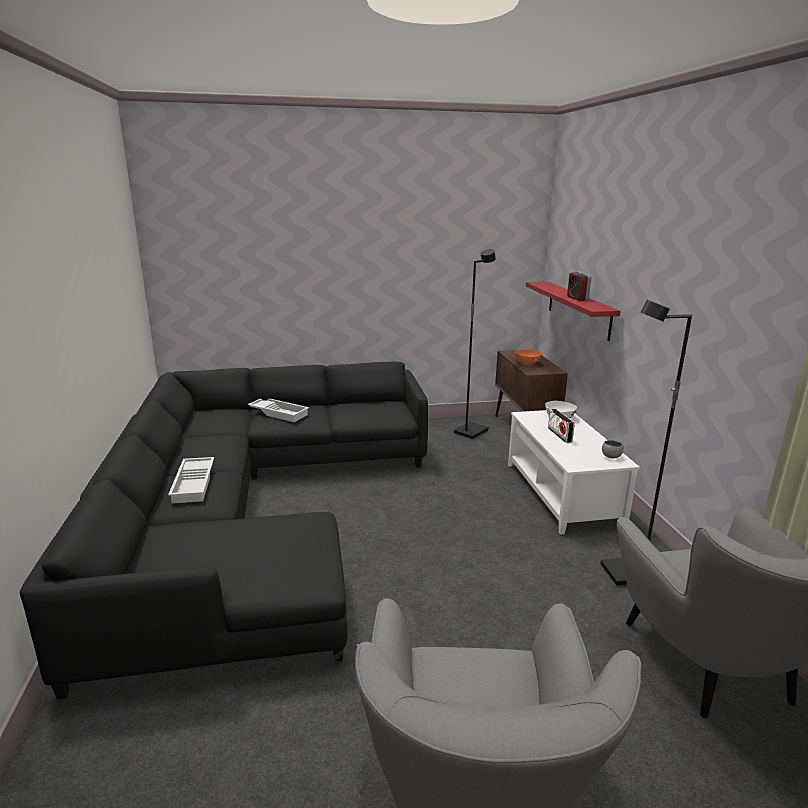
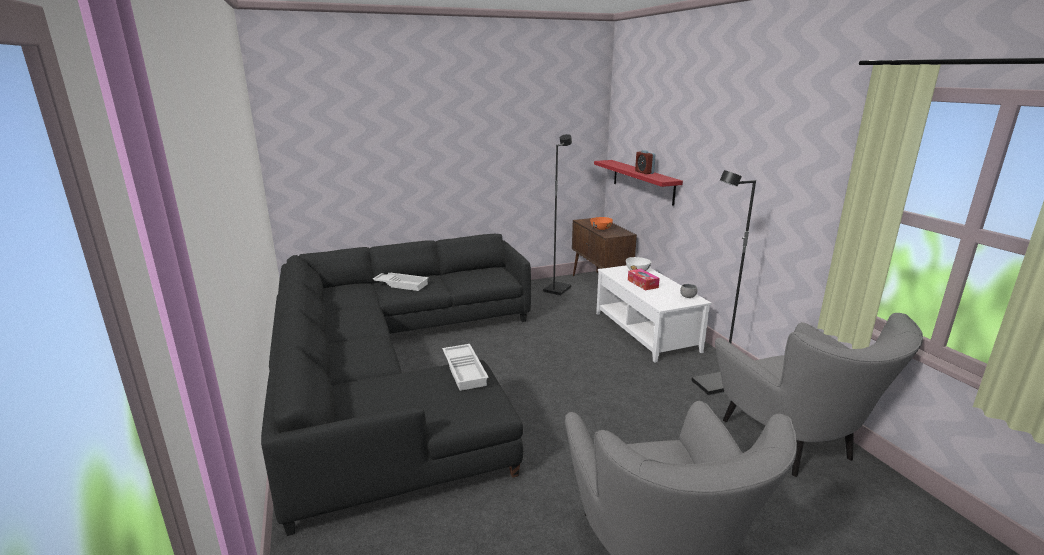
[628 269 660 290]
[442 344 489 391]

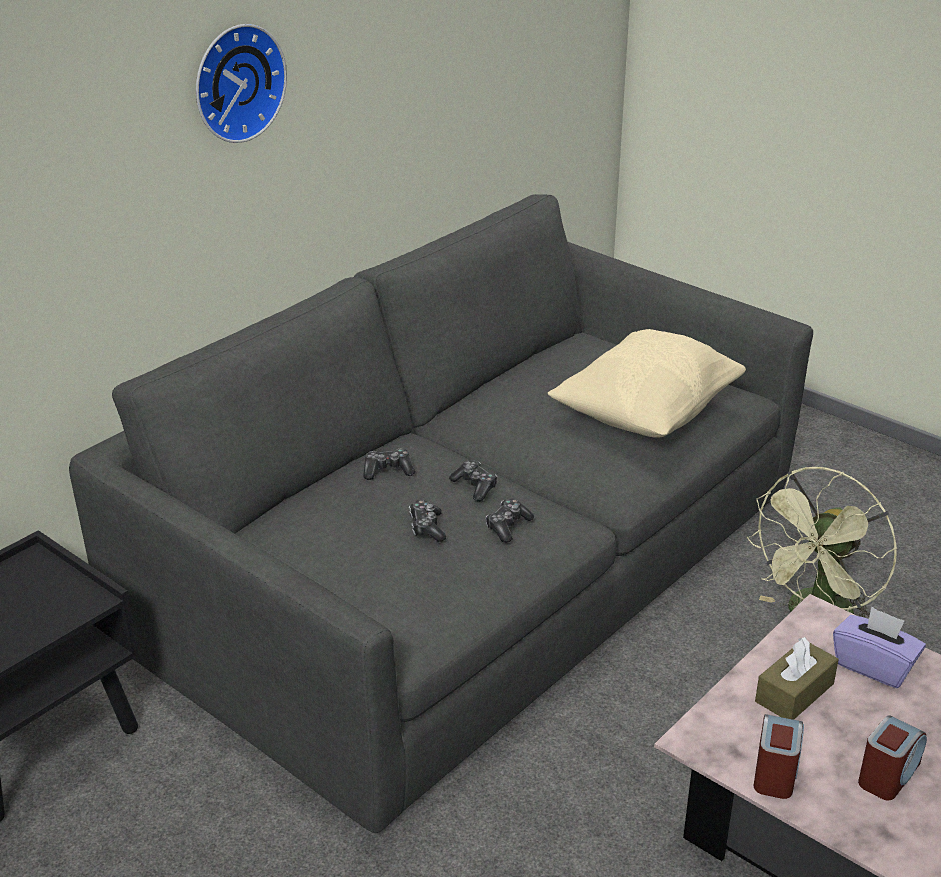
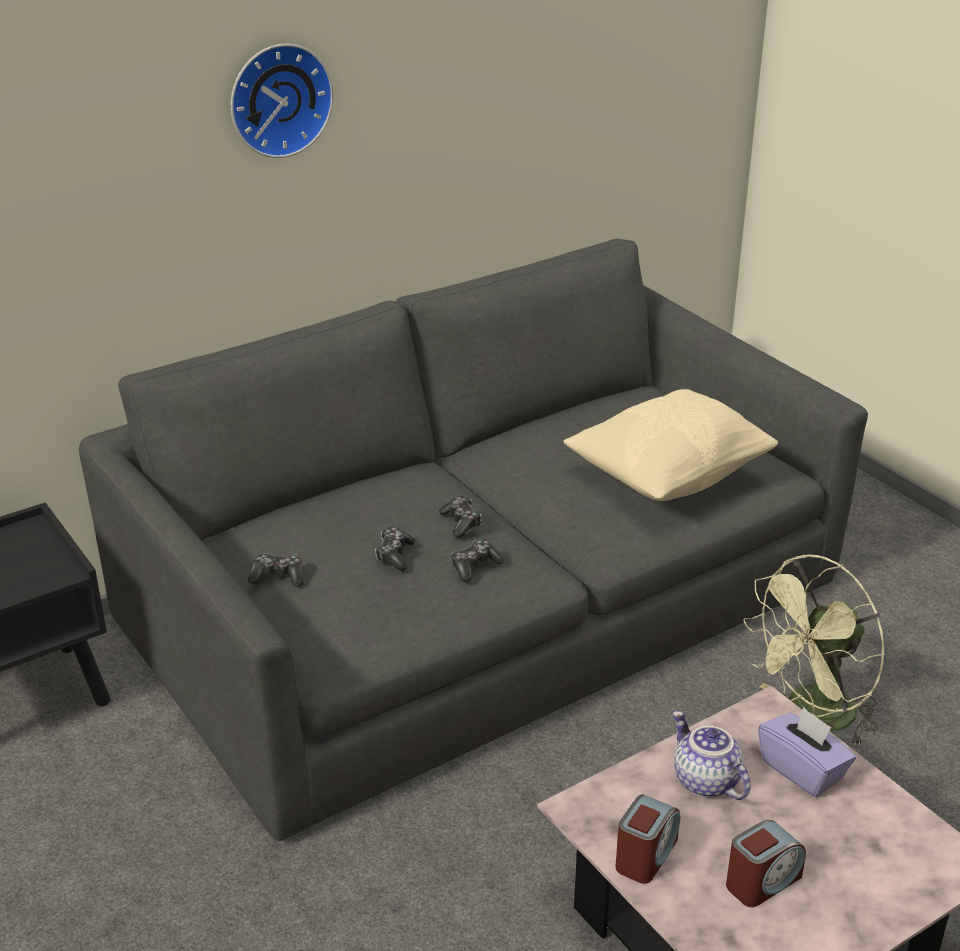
[248 553 304 586]
[673 711 750 800]

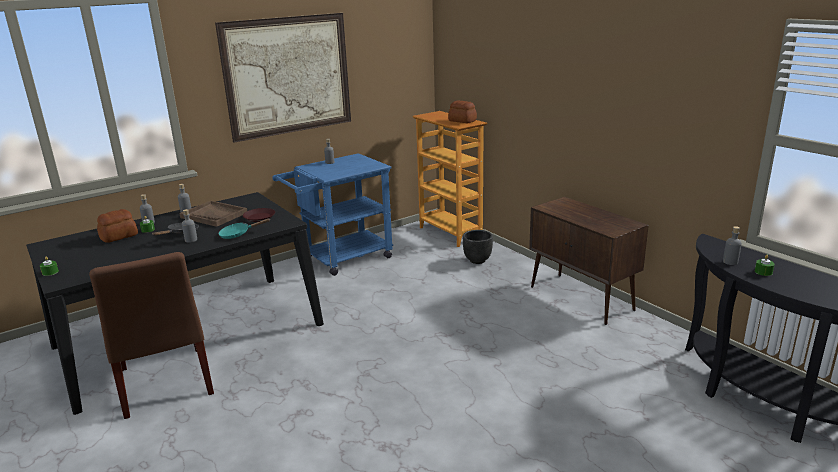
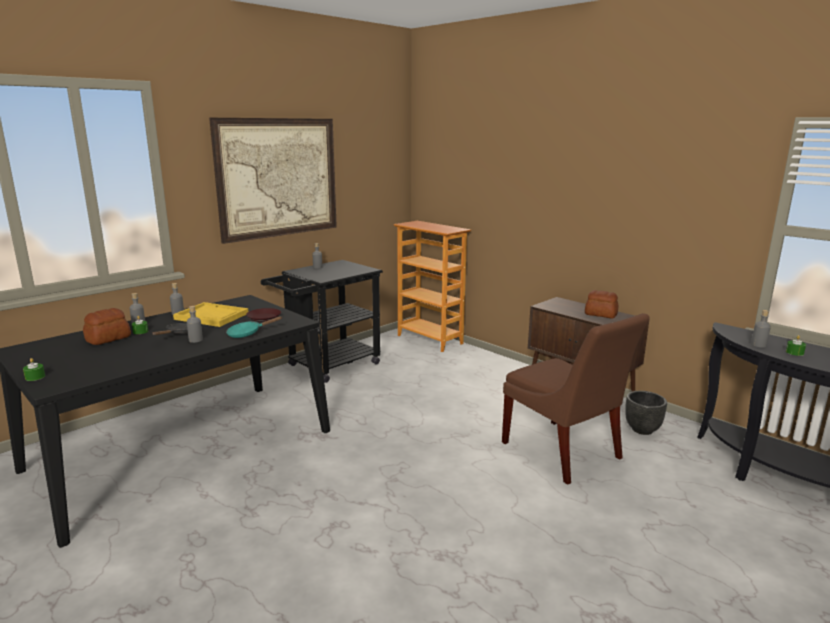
[585 290 618 318]
[261 260 383 383]
[173 302 248 327]
[625 391 667 435]
[502 313 650 485]

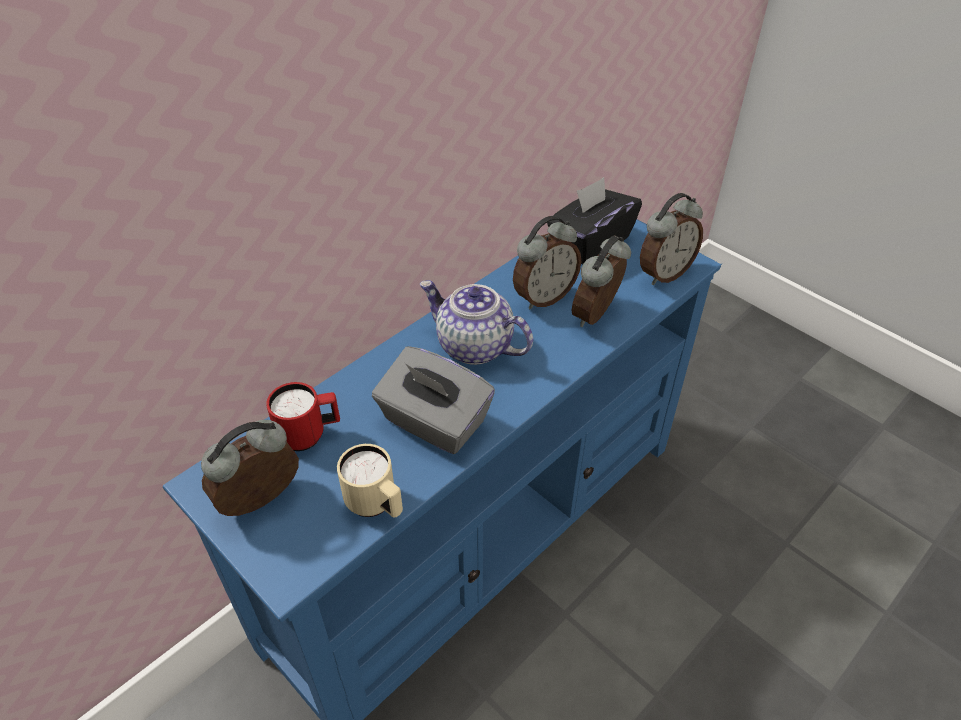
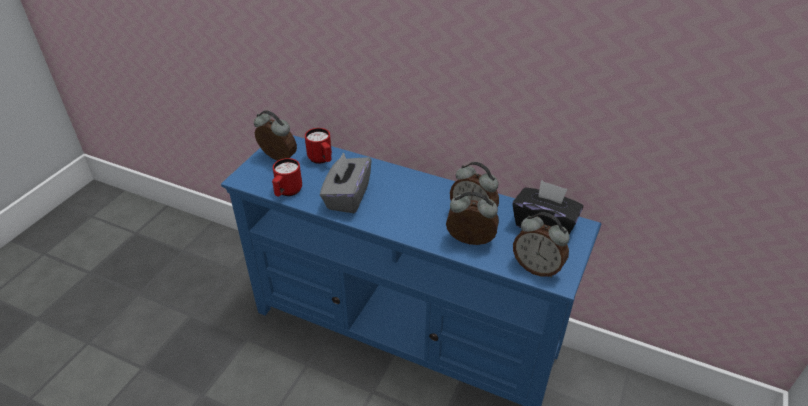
[420 280 533 365] (first image)
[272 158 302 196]

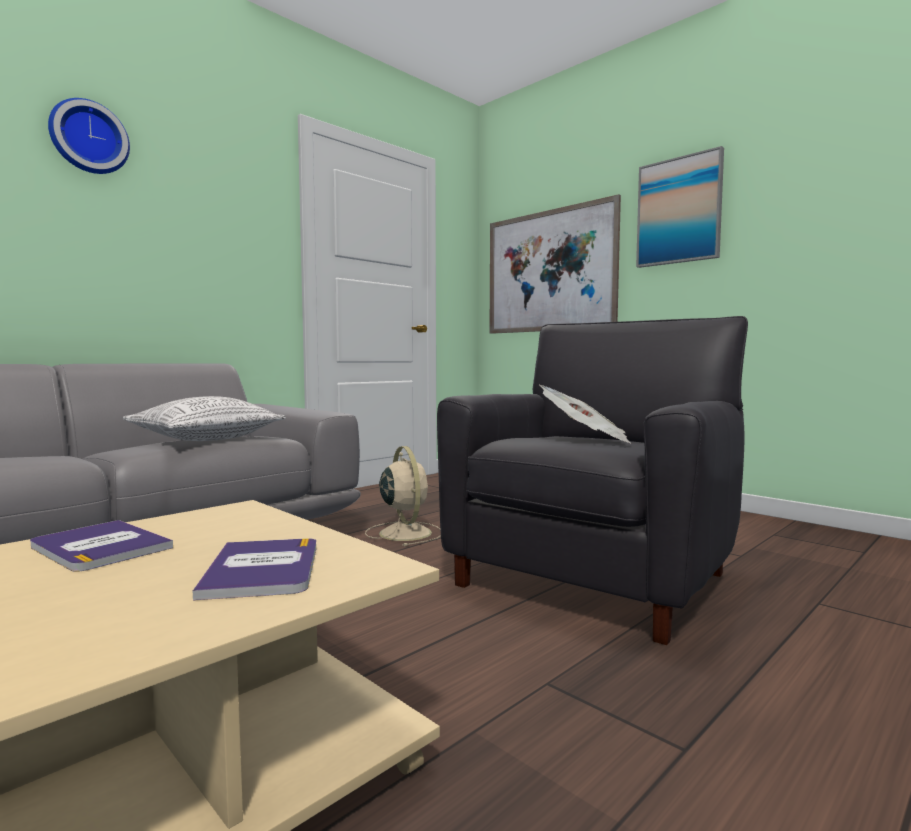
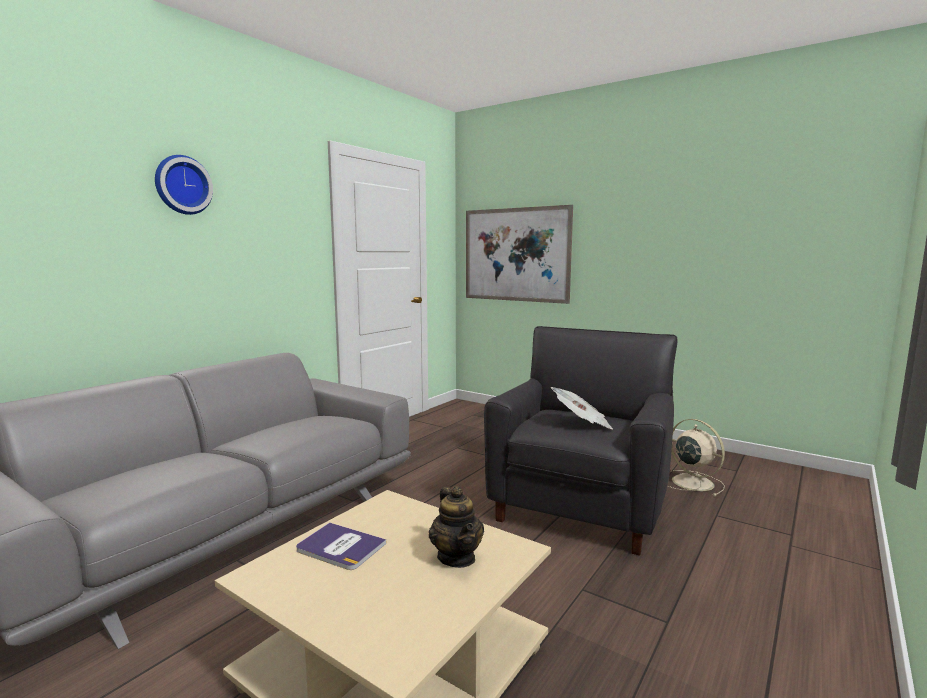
[636 146 724 268] (first image)
[122 396 286 441] (first image)
[668 419 725 496]
[429 486 484 568]

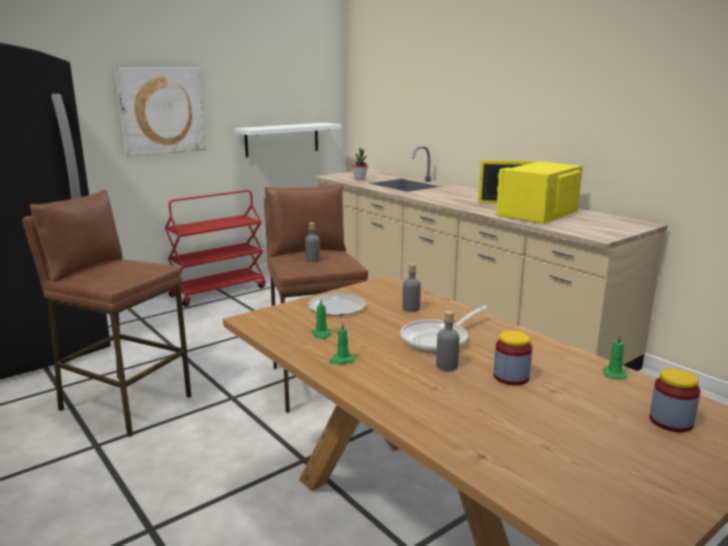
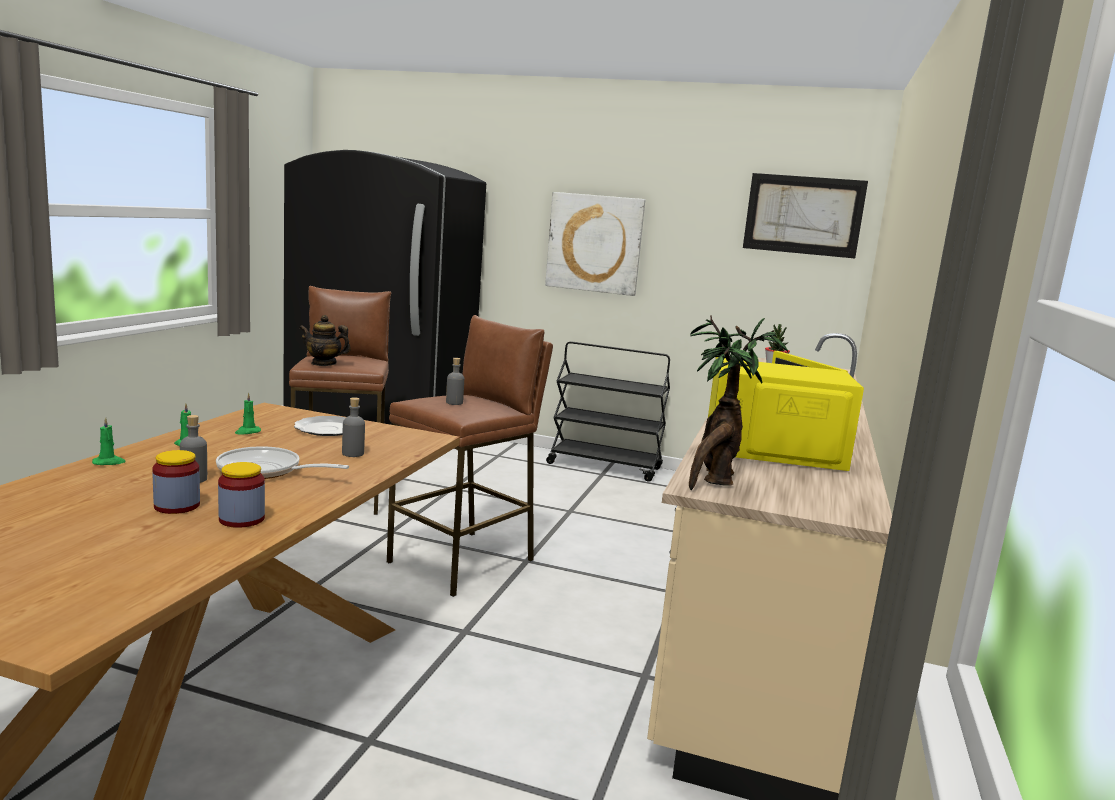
[234 123 342 157] (first image)
[546 341 670 482]
[92 417 126 465]
[218 462 265 528]
[743 173 868 258]
[299 315 351 366]
[689 316 788 490]

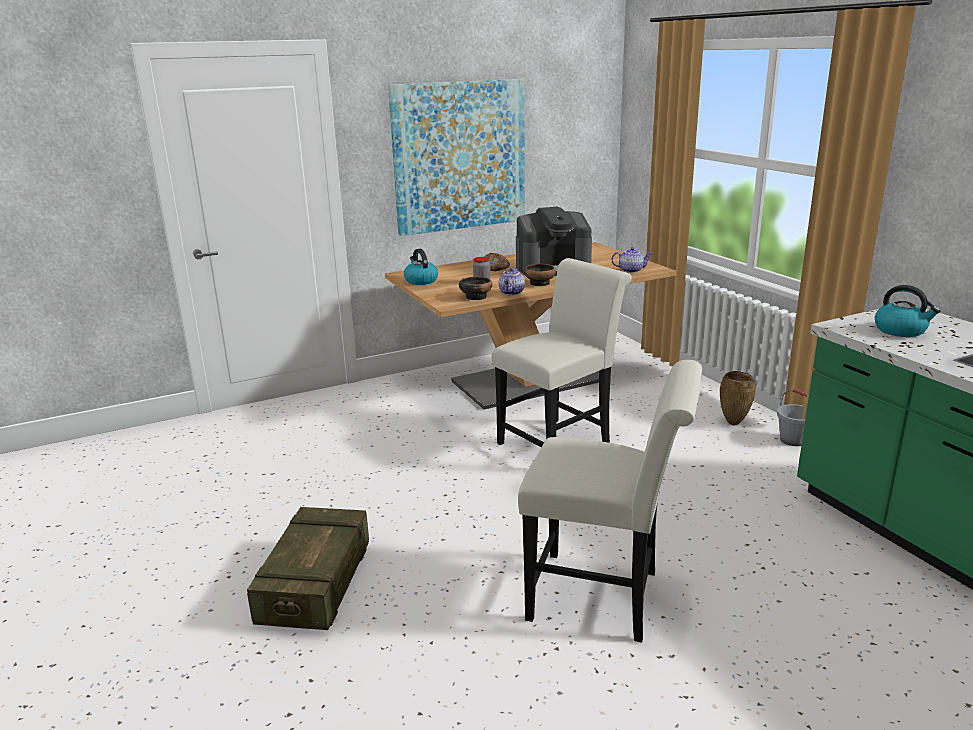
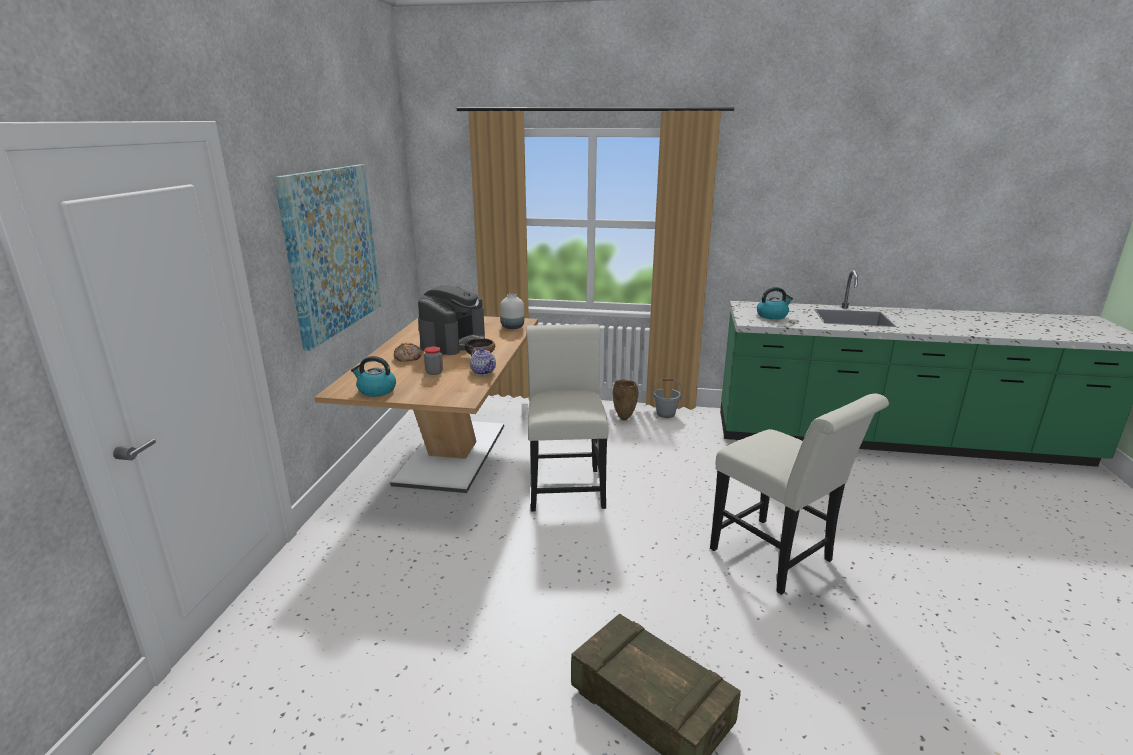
[500 294 524 329]
[459 277 492 300] (first image)
[710 394 889 595]

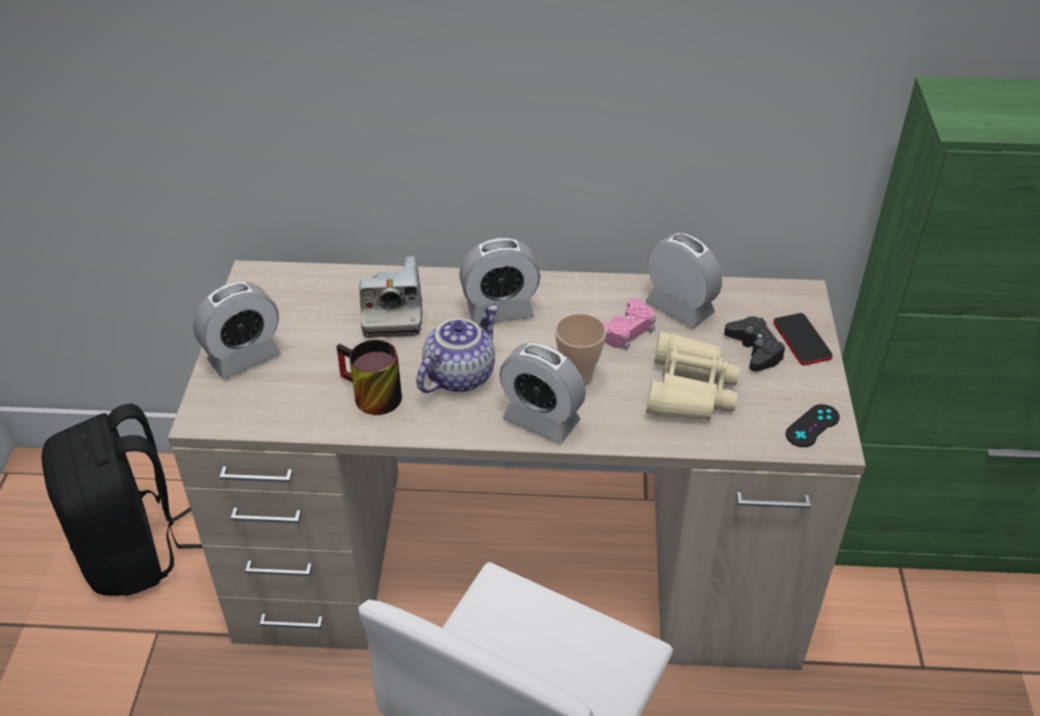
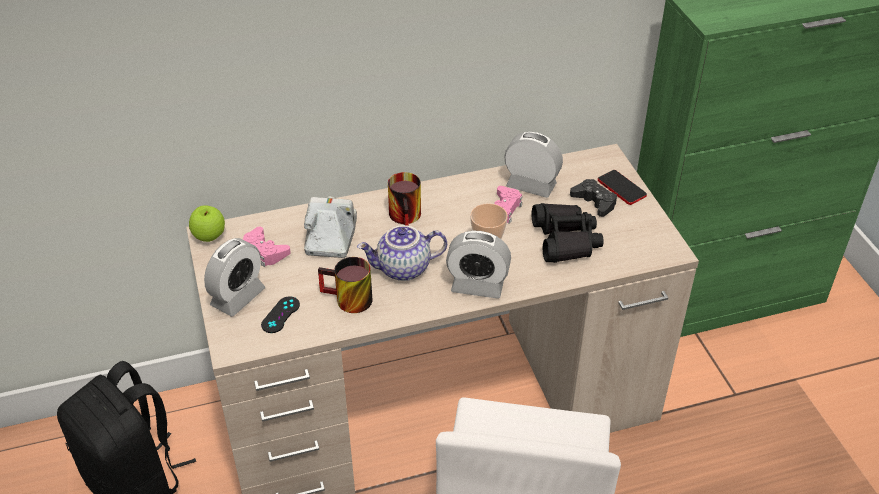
[388 172 421 226]
[304 196 357 258]
[357 225 447 281]
[532 203 604 263]
[261 296 300 333]
[189 205 225 242]
[242 227 291 267]

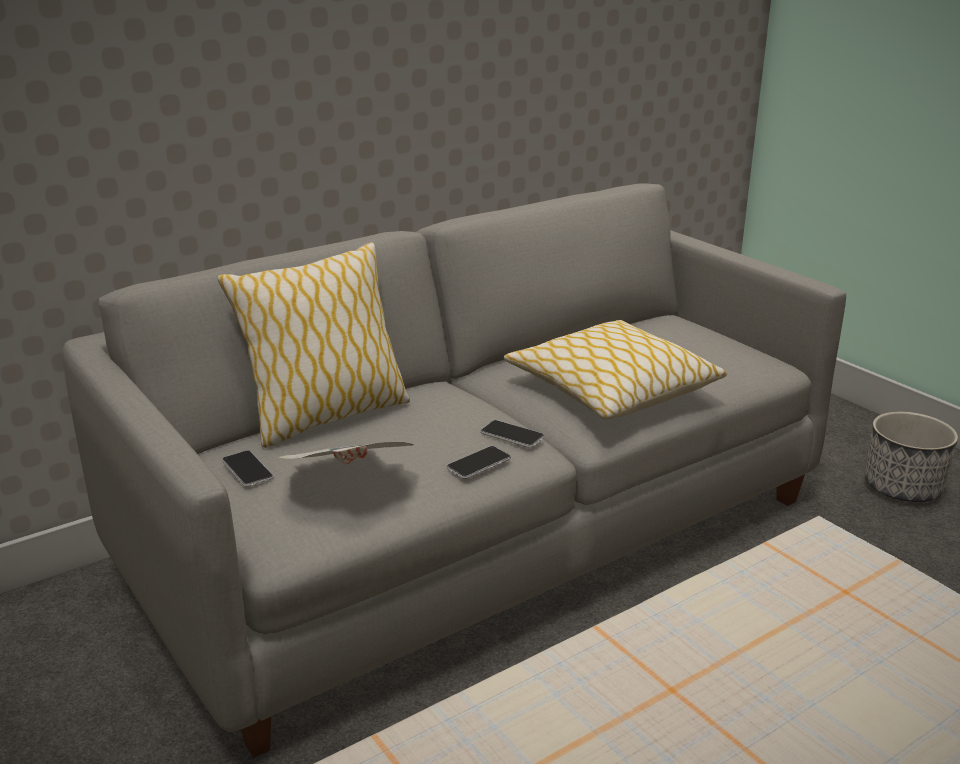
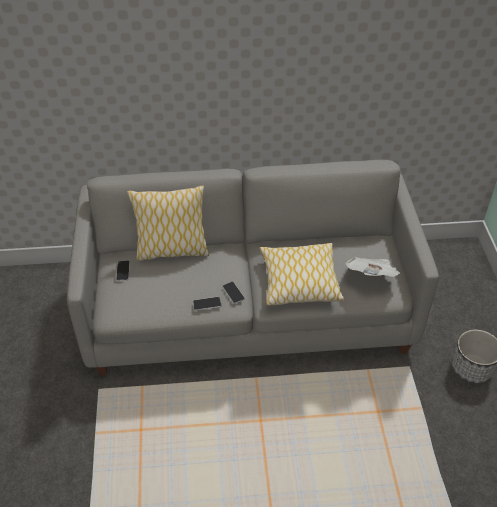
[346 257 401 277]

